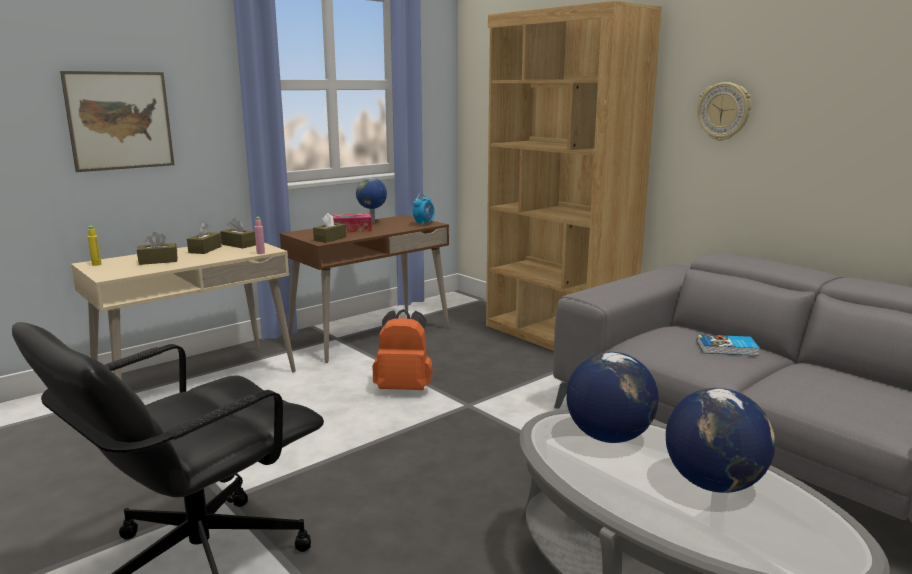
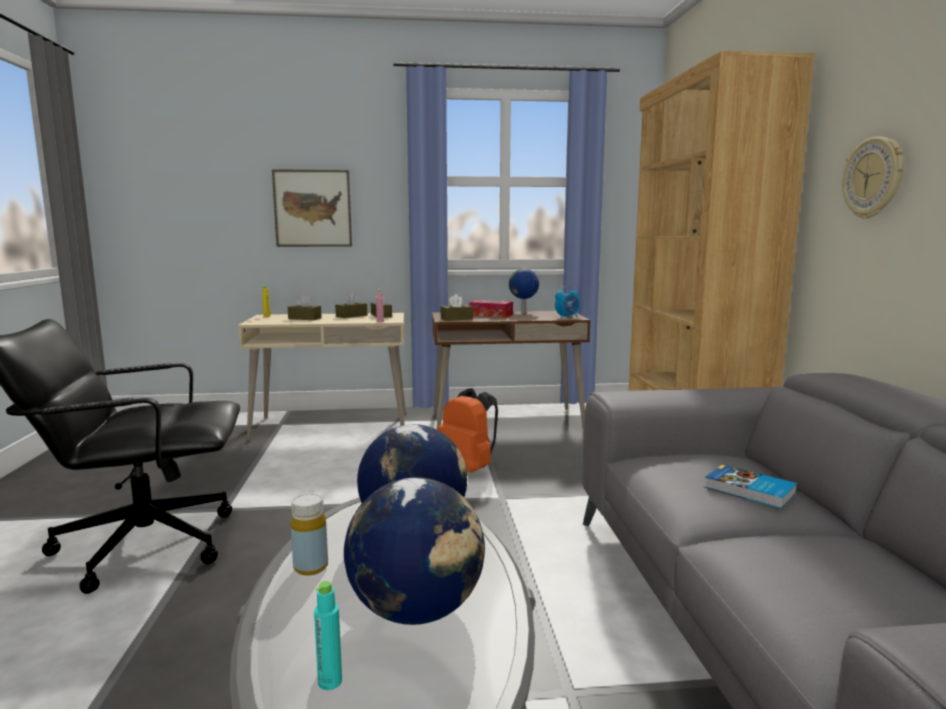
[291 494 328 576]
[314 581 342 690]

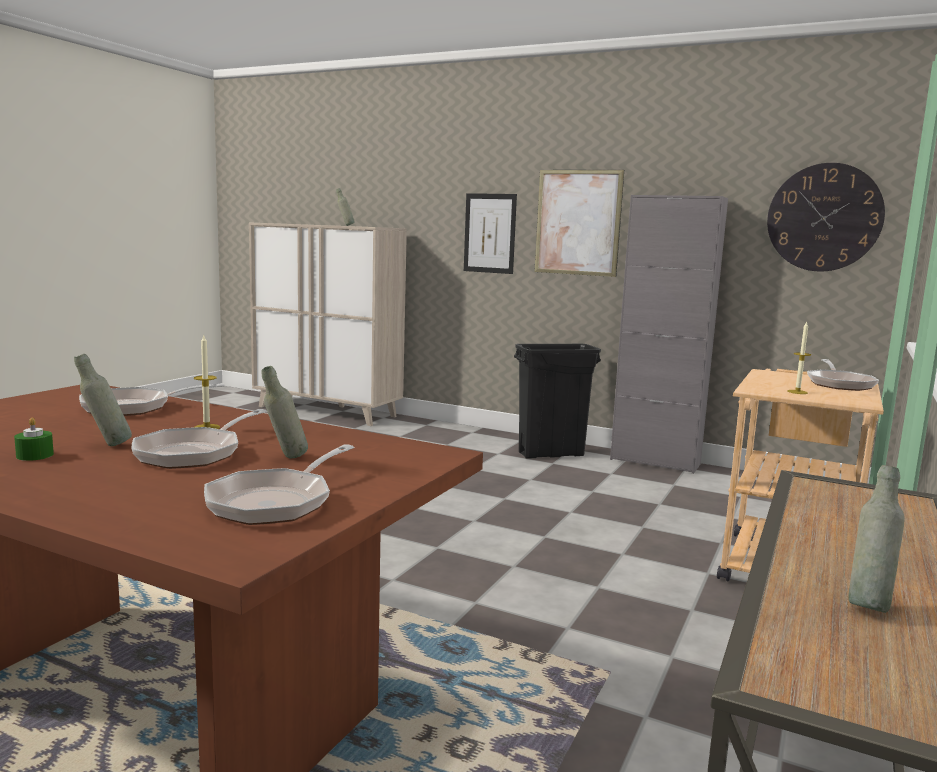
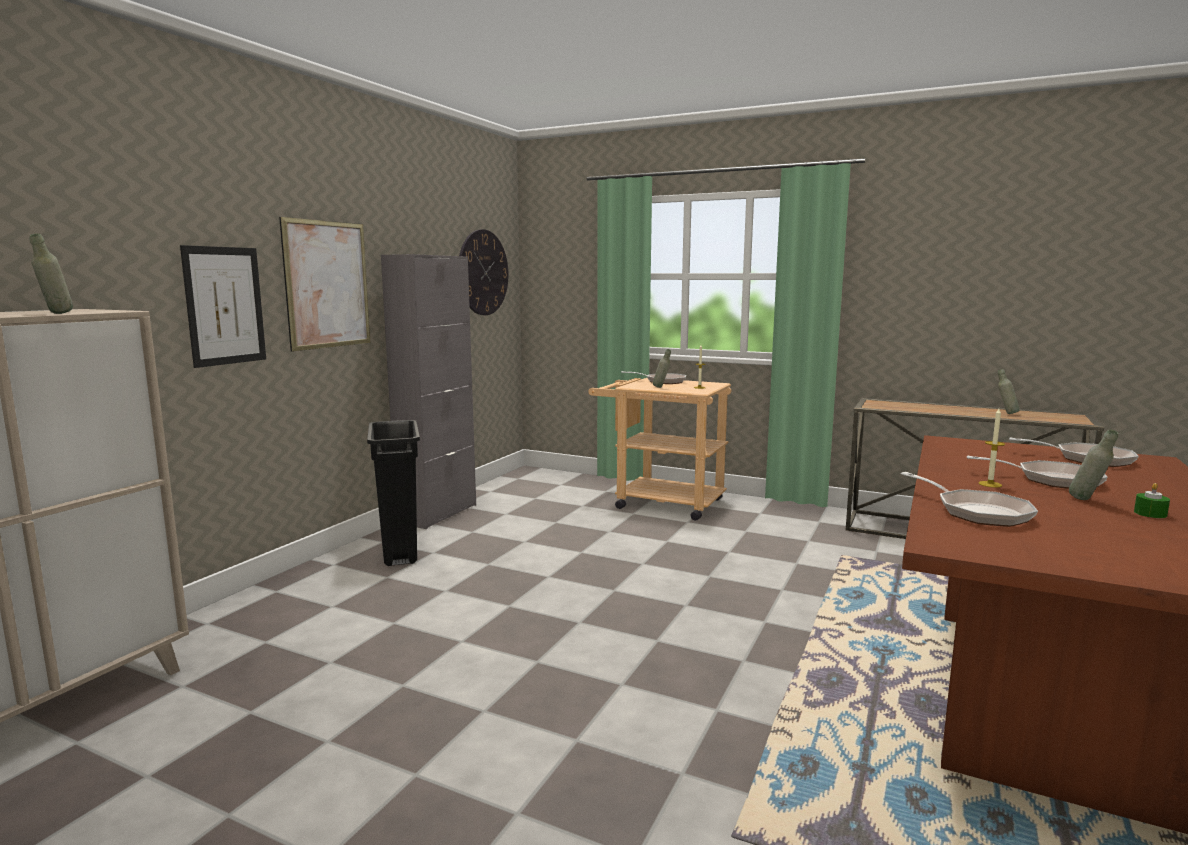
[653 349 671 388]

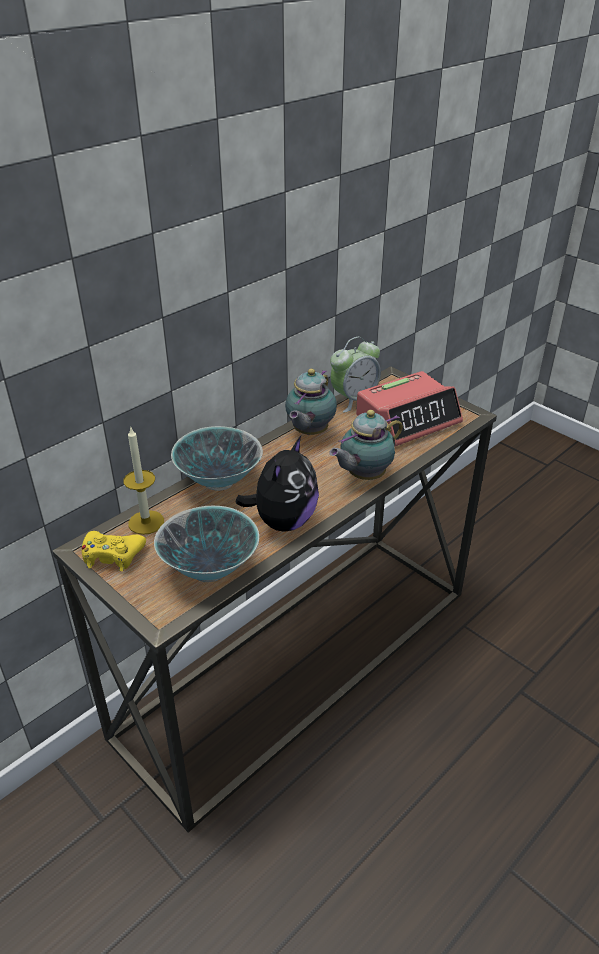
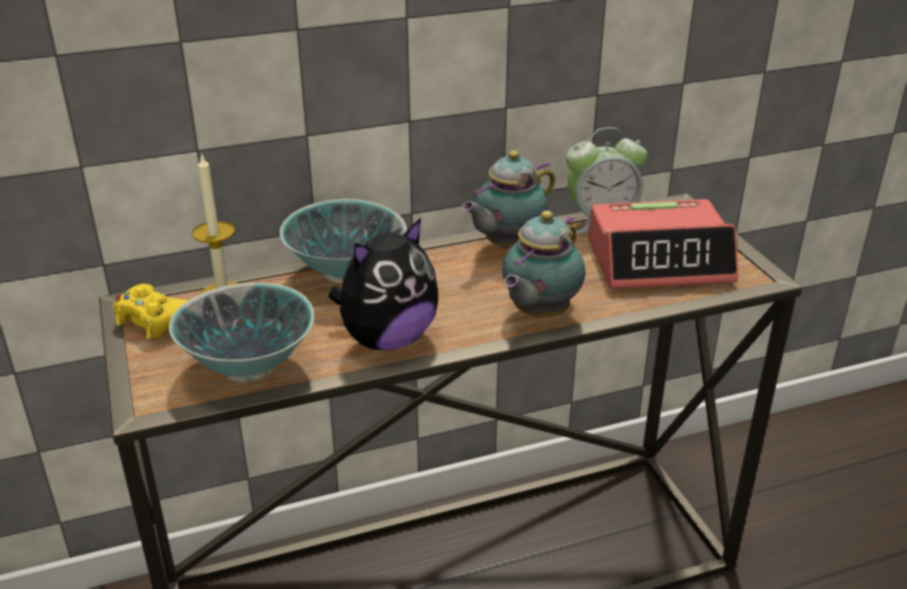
[502 211 585 318]

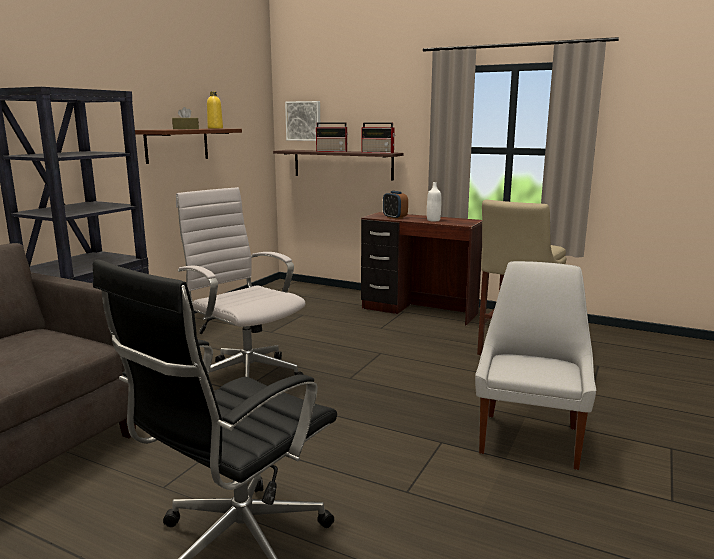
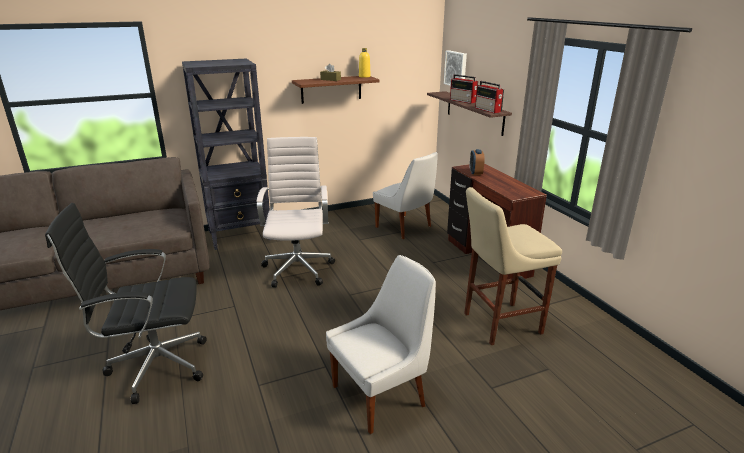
[427 182 441 221] (first image)
[373 152 438 239]

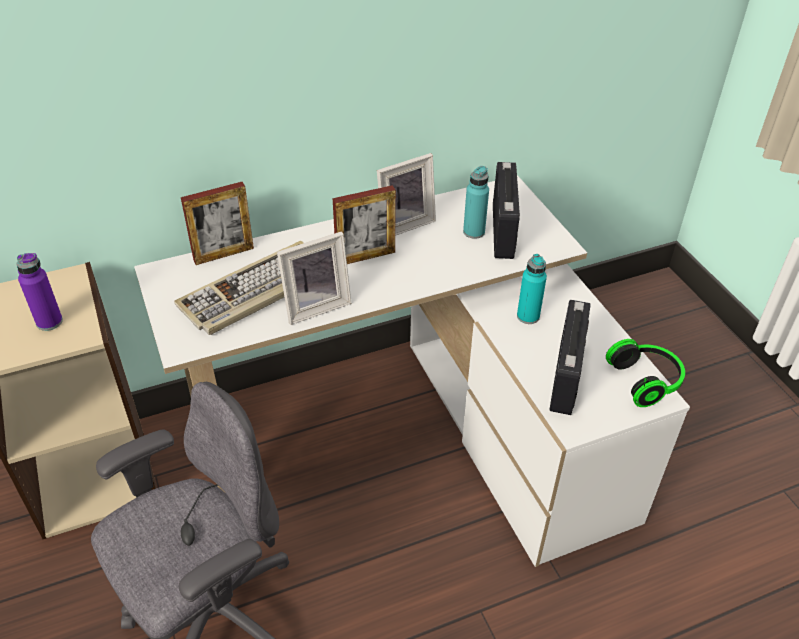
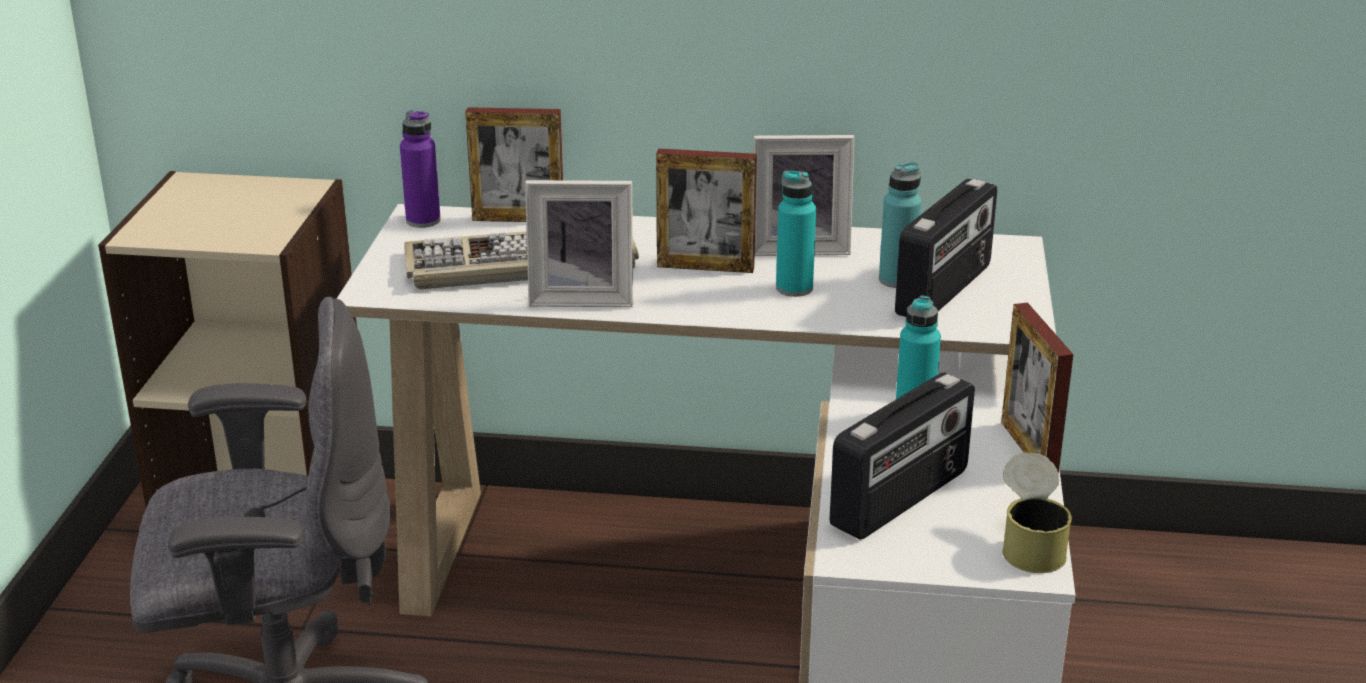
[400 110 441 228]
[1003 452 1072 573]
[776 171 816 297]
[1001 303 1074 473]

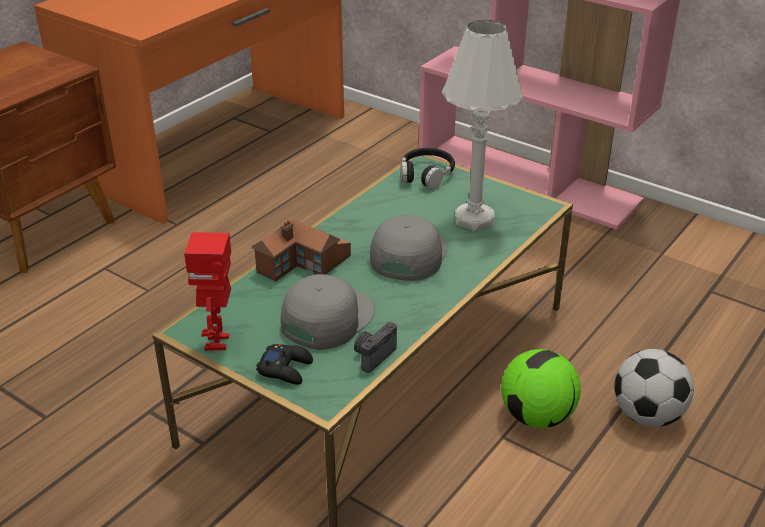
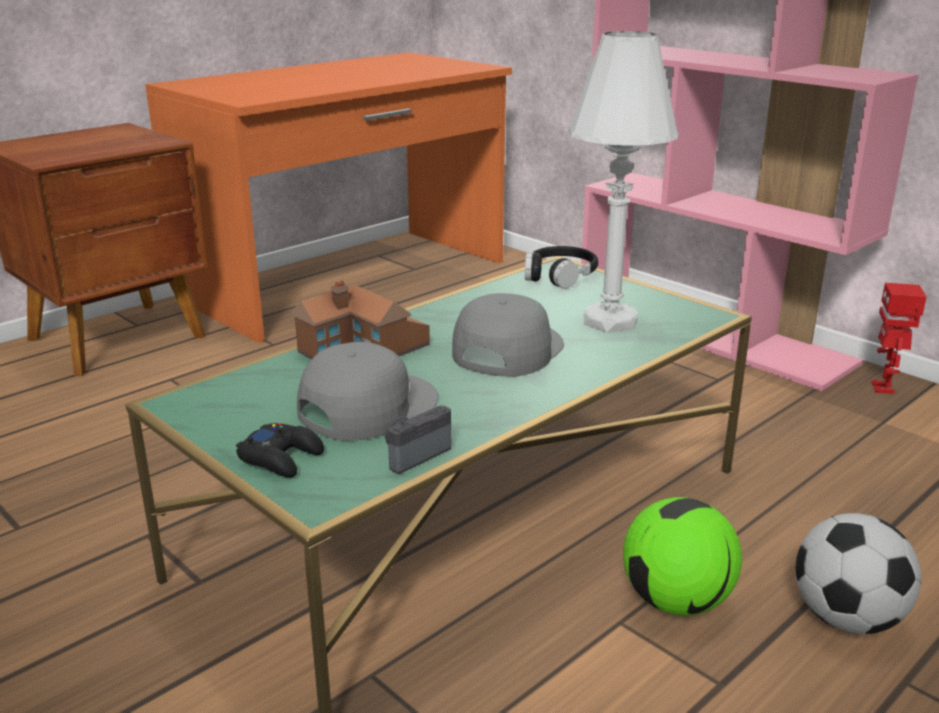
[871 283 927 394]

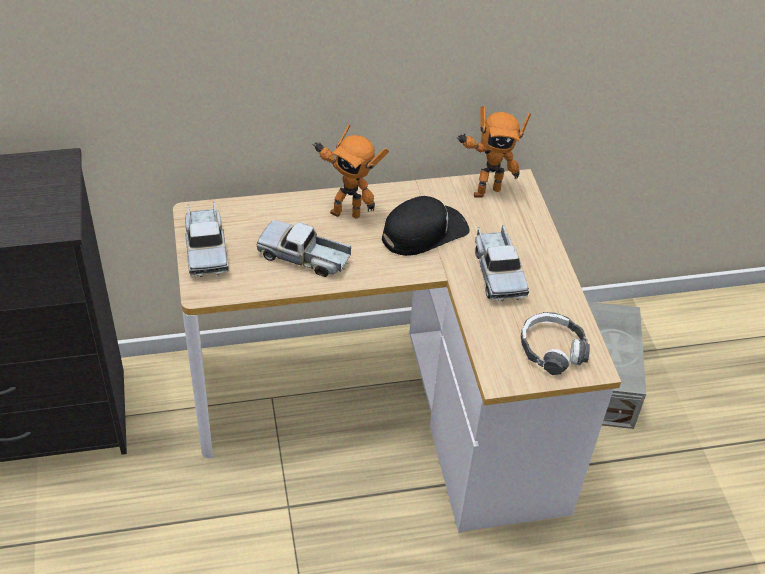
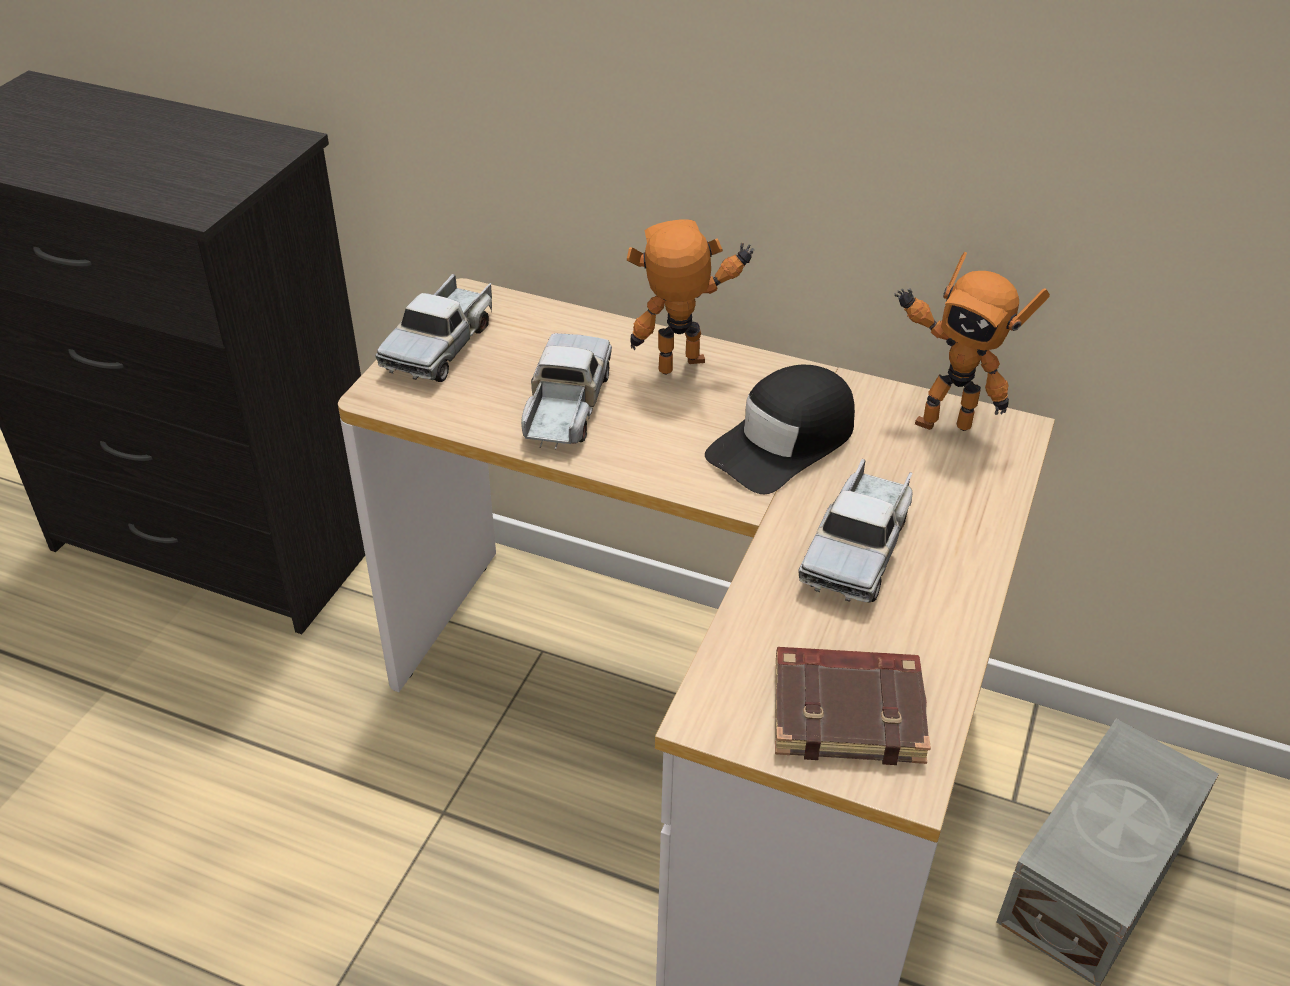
[627 219 755 375]
[705 365 855 495]
[521 333 612 450]
[775 647 931 765]

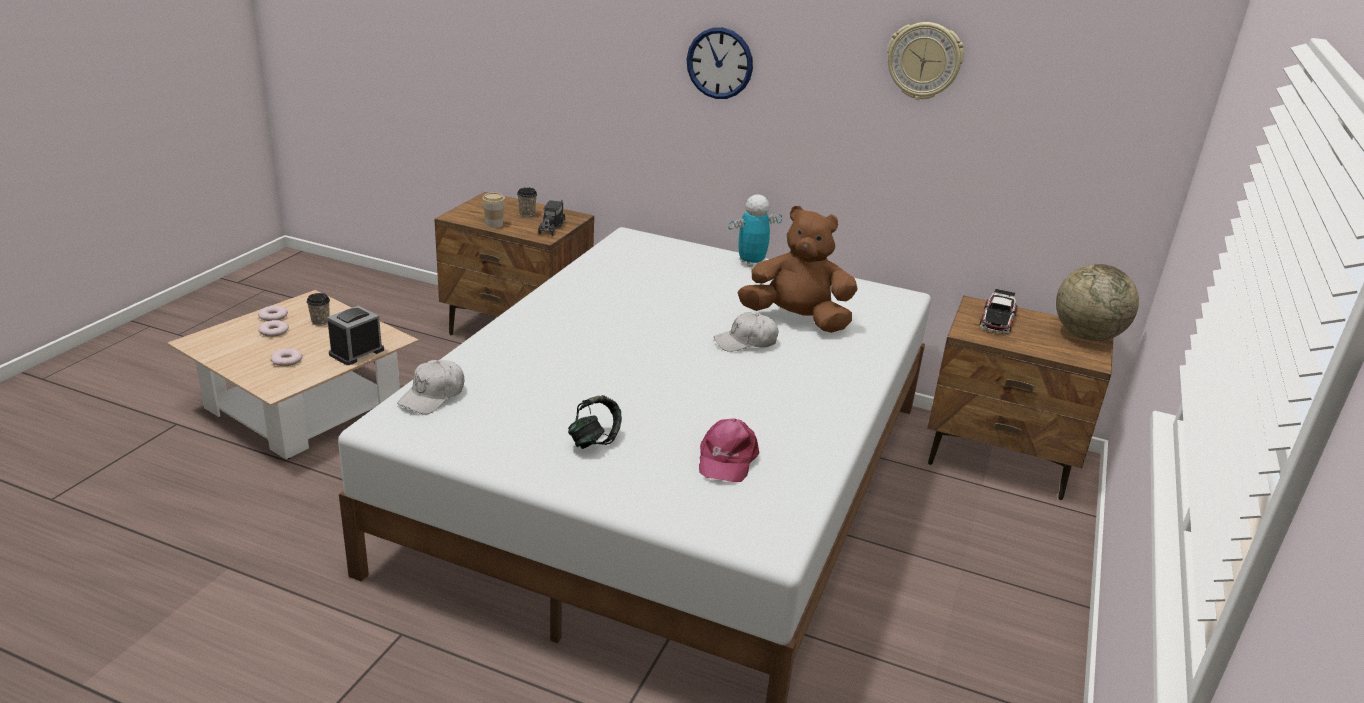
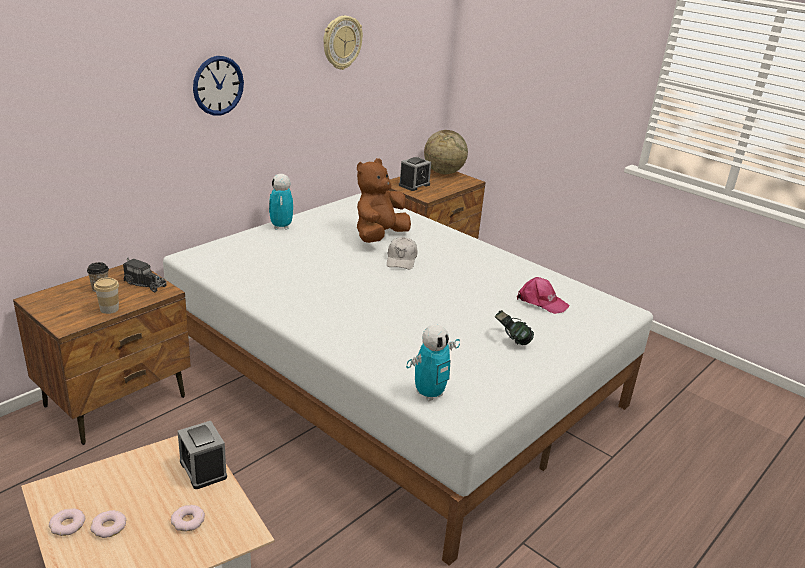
[399 157 431 191]
[307 293 330 326] (first image)
[406 325 460 401]

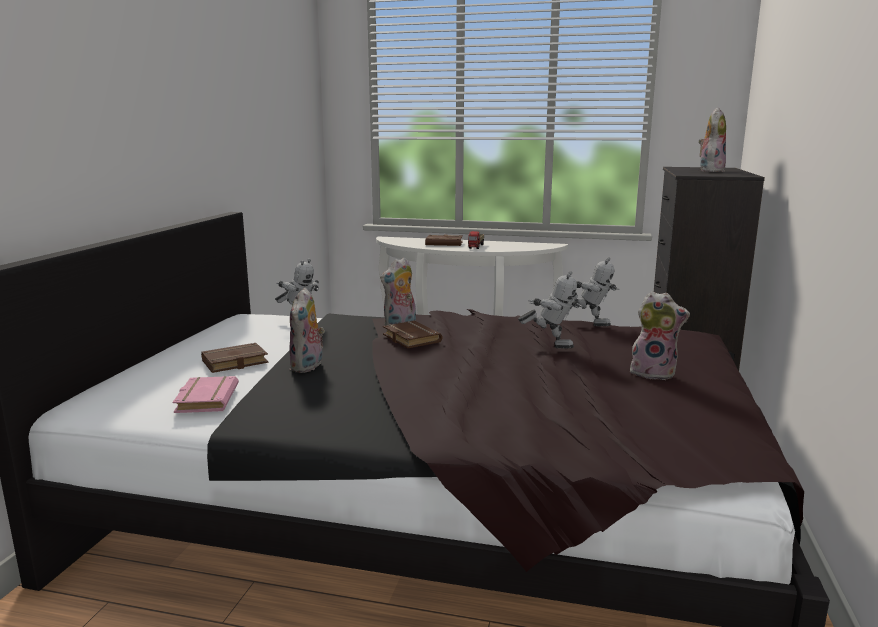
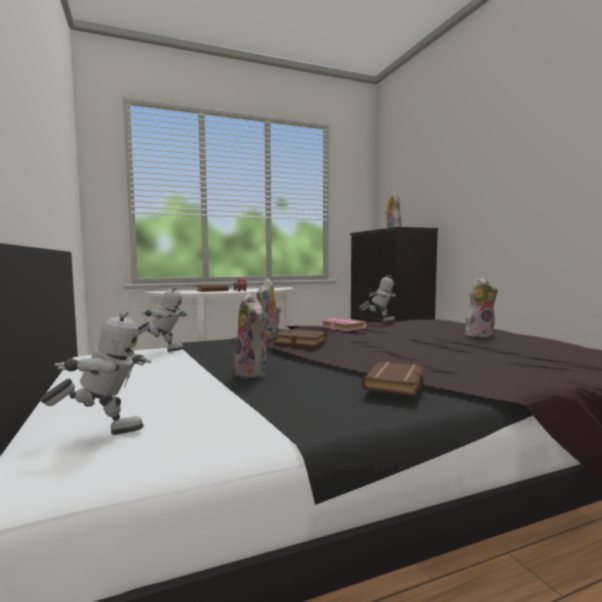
[40 310 151 435]
[361 362 424 396]
[320 317 367 331]

